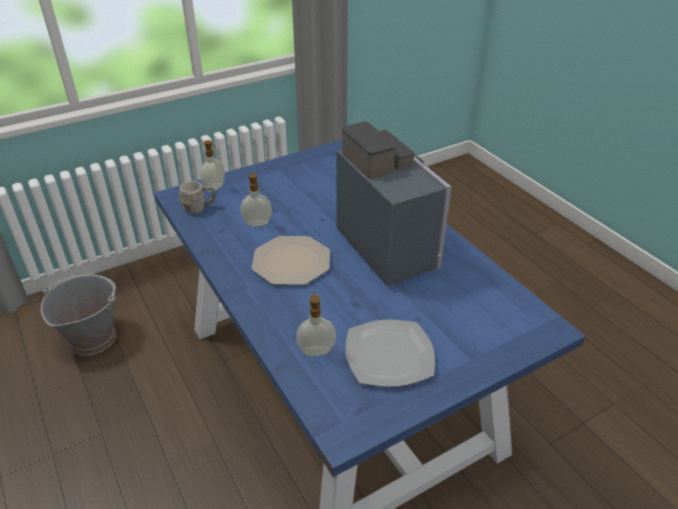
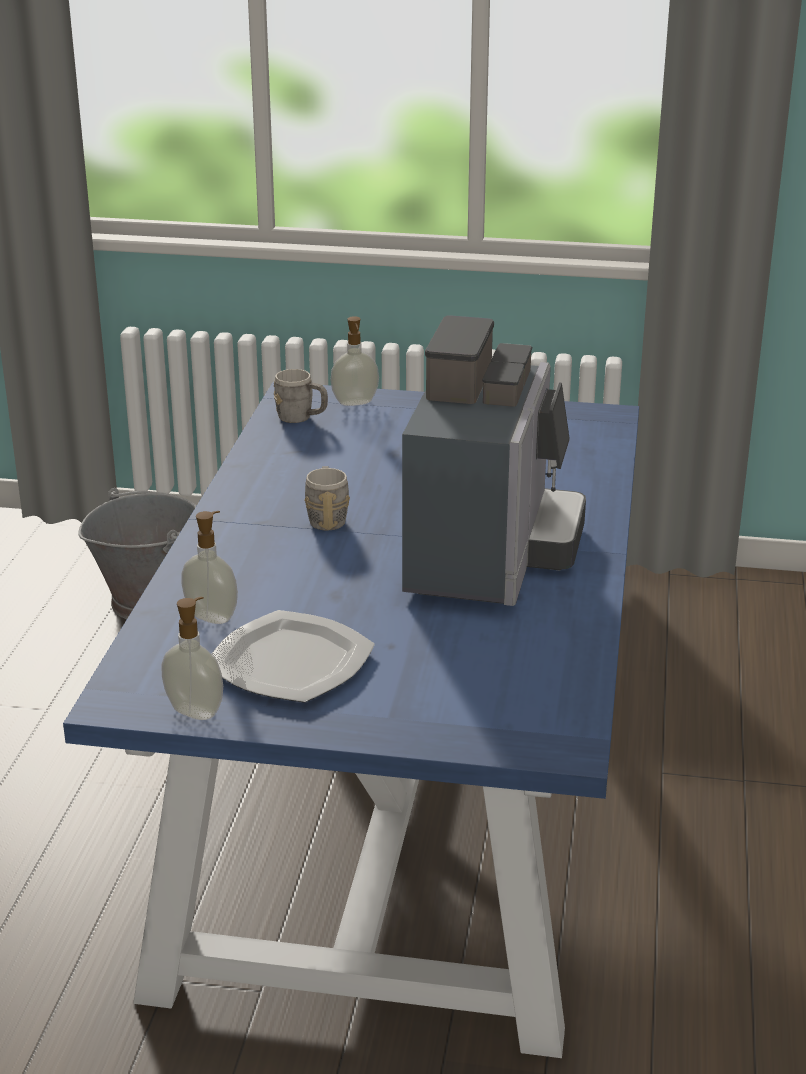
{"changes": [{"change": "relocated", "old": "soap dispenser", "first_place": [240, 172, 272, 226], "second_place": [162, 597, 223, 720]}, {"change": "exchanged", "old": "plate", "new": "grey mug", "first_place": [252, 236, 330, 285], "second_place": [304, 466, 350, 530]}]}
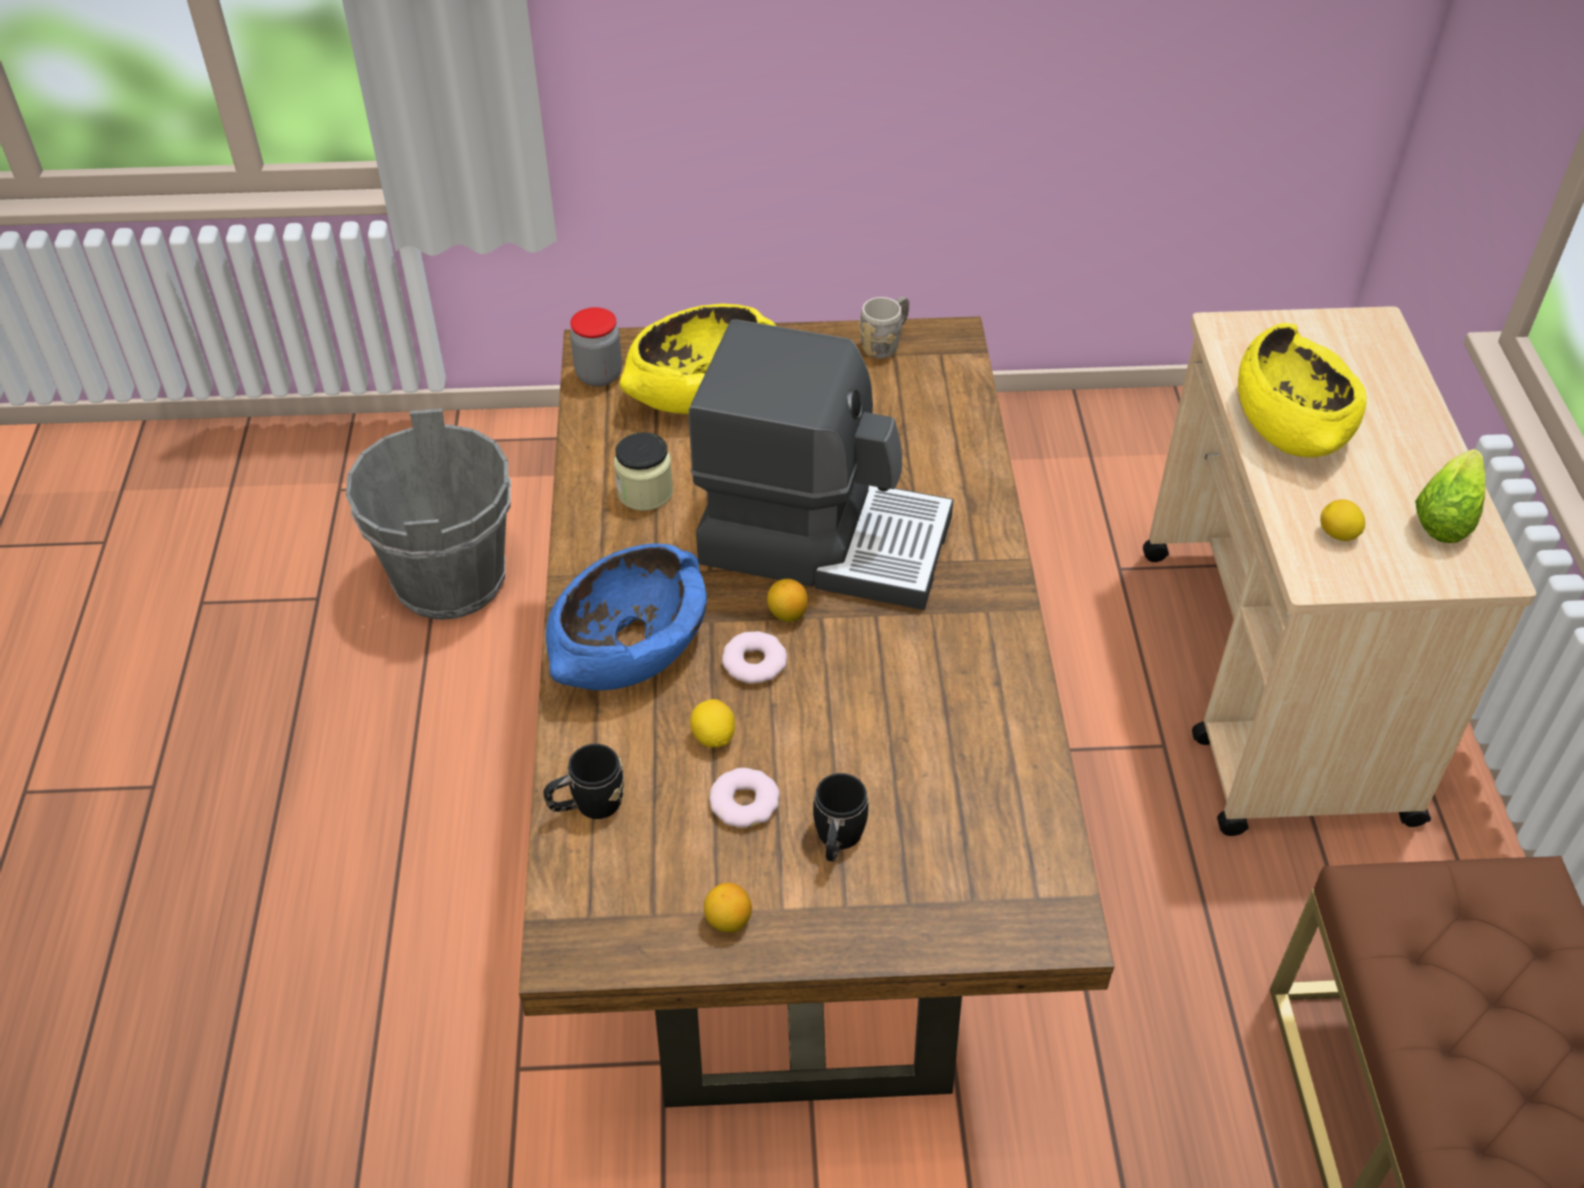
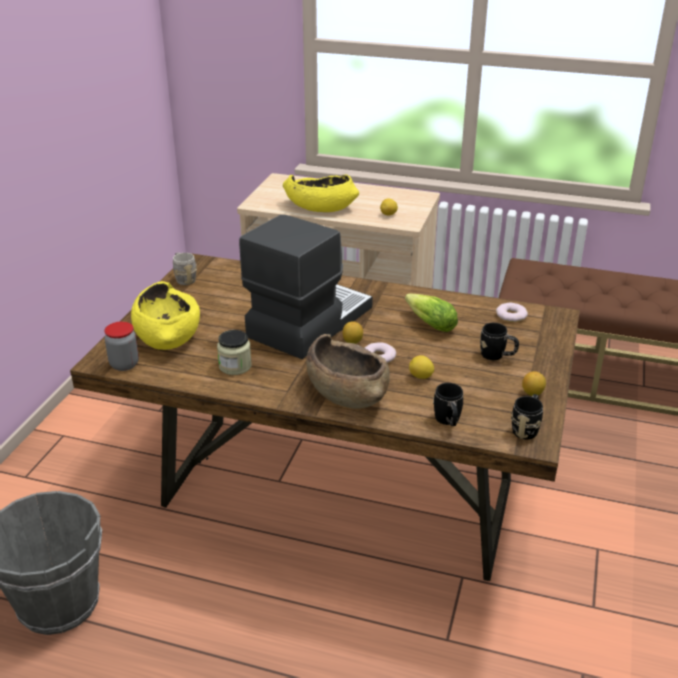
{"changes": [{"change": "appeared", "new": "black mug", "second_place": [511, 394, 543, 440]}, {"change": "relocated", "old": "donut", "first_place": [709, 768, 780, 827], "second_place": [496, 303, 528, 322]}, {"change": "relocated", "old": "lettuce", "first_place": [1415, 449, 1485, 543], "second_place": [405, 294, 458, 332]}, {"change": "colour", "old": "blue bowl", "new": "brown bowl", "first_place": [546, 543, 707, 690], "second_place": [306, 334, 390, 409]}]}
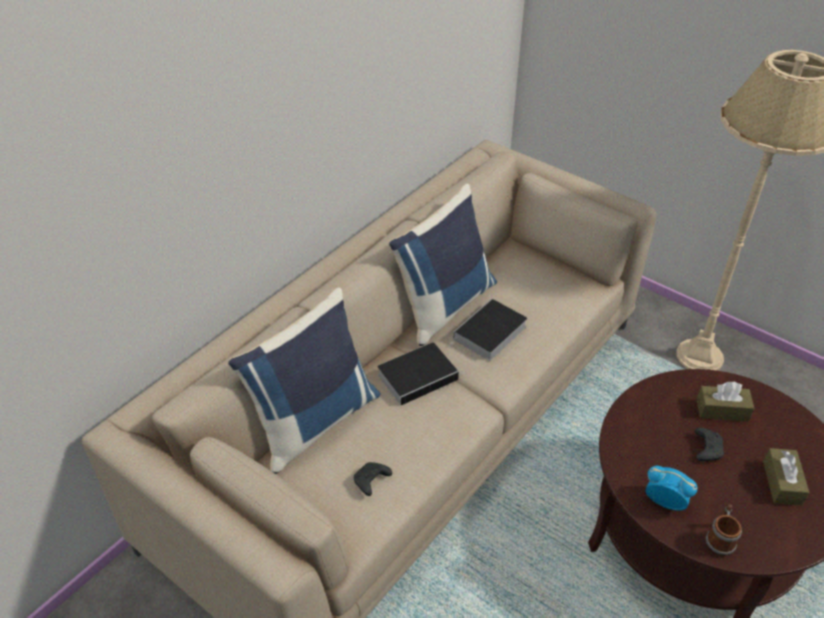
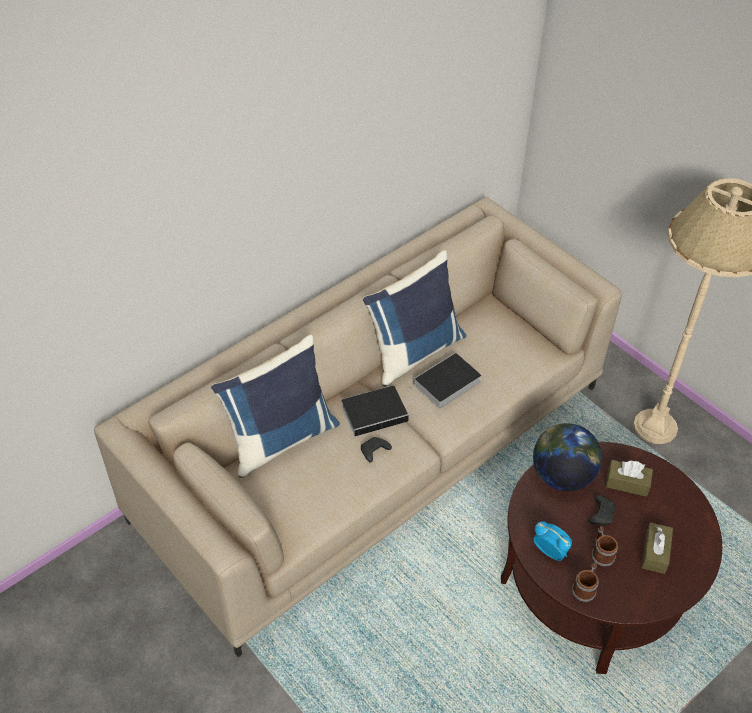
{"changes": [{"change": "appeared", "new": "globe", "second_place": [533, 423, 602, 492]}, {"change": "appeared", "new": "mug", "second_place": [592, 526, 618, 567]}, {"change": "relocated", "old": "black game controller", "first_place": [354, 462, 392, 496], "second_place": [361, 437, 392, 462]}]}
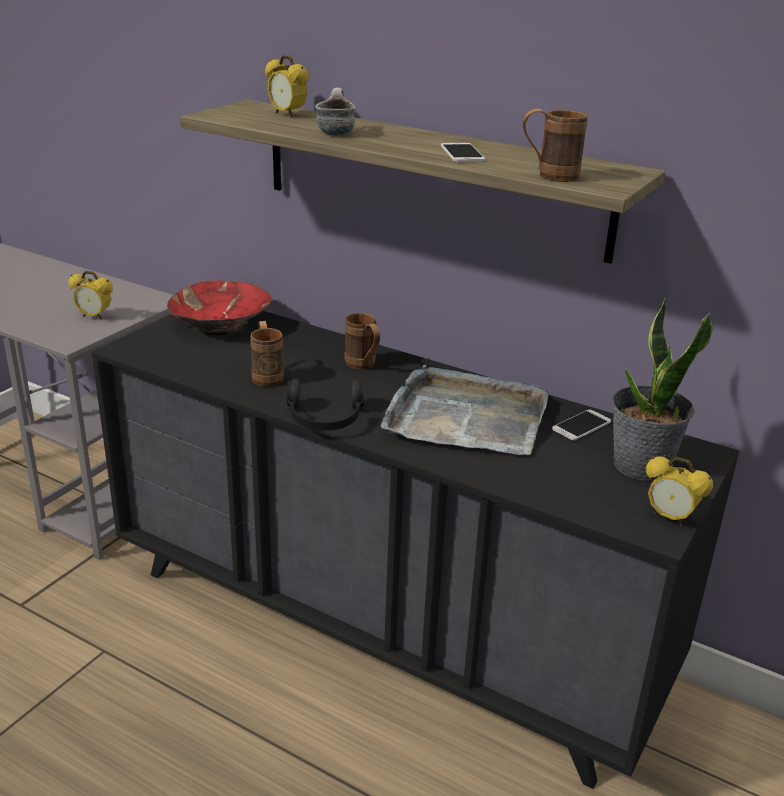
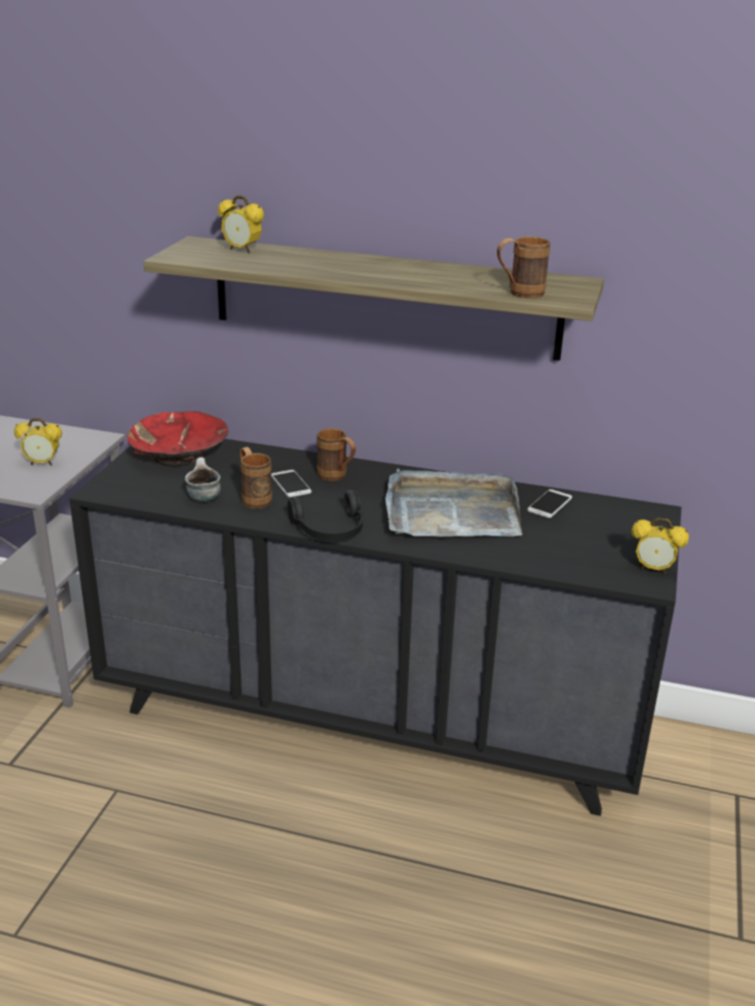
{"changes": [{"change": "missing", "old": "potted plant", "first_place": [612, 297, 713, 481]}, {"change": "relocated", "old": "mug", "first_place": [315, 88, 355, 136], "second_place": [185, 457, 220, 502]}, {"change": "relocated", "old": "phone", "first_place": [441, 143, 485, 162], "second_place": [271, 470, 312, 497]}]}
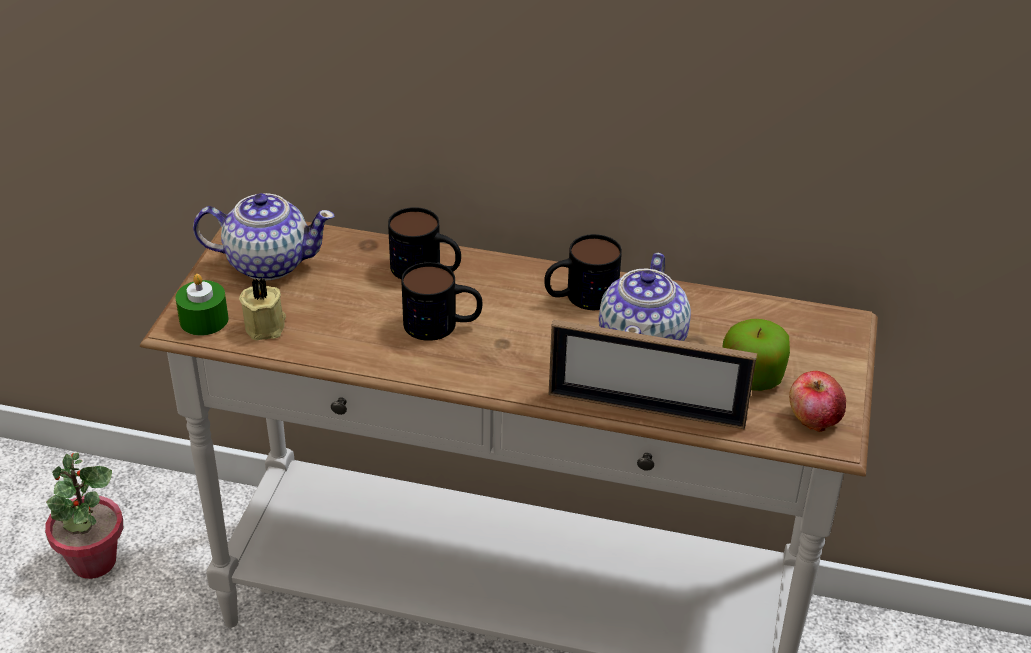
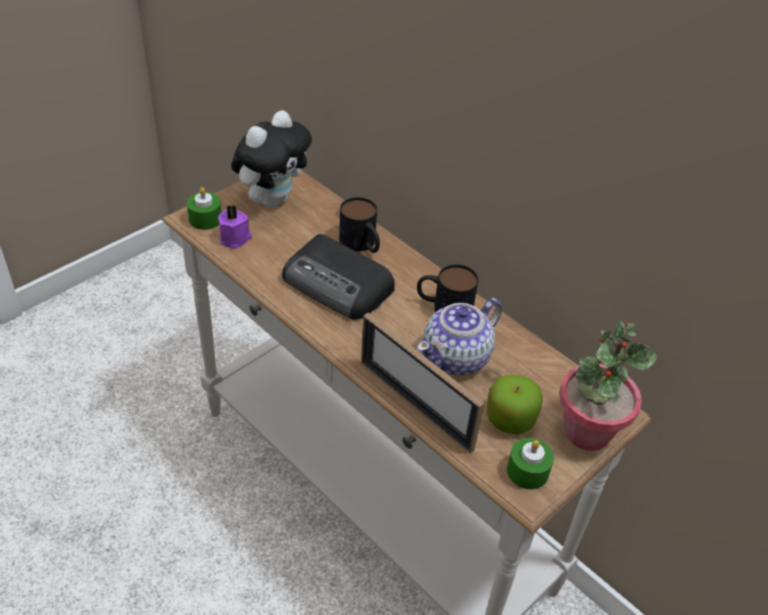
{"changes": [{"change": "relocated", "old": "potted plant", "first_place": [45, 452, 123, 579], "second_place": [559, 320, 657, 451]}, {"change": "exchanged", "old": "teapot", "new": "plush toy", "first_place": [193, 193, 334, 280], "second_place": [231, 110, 312, 208]}, {"change": "exchanged", "old": "mug", "new": "radio", "first_place": [401, 262, 483, 341], "second_place": [282, 234, 395, 320]}, {"change": "exchanged", "old": "apple", "new": "green candle", "first_place": [789, 371, 846, 432], "second_place": [507, 438, 554, 490]}, {"change": "colour", "old": "beige candle", "new": "purple candle", "first_place": [239, 278, 286, 340], "second_place": [218, 205, 252, 249]}]}
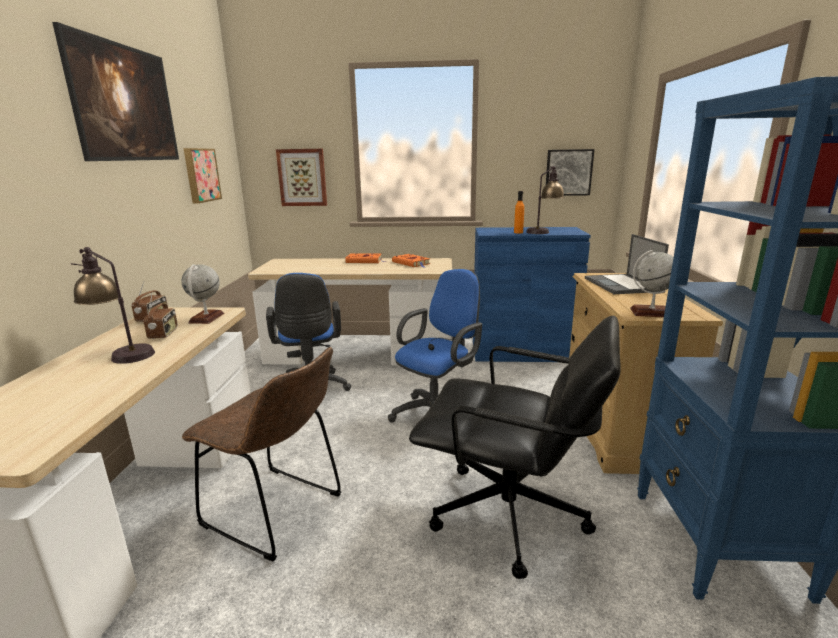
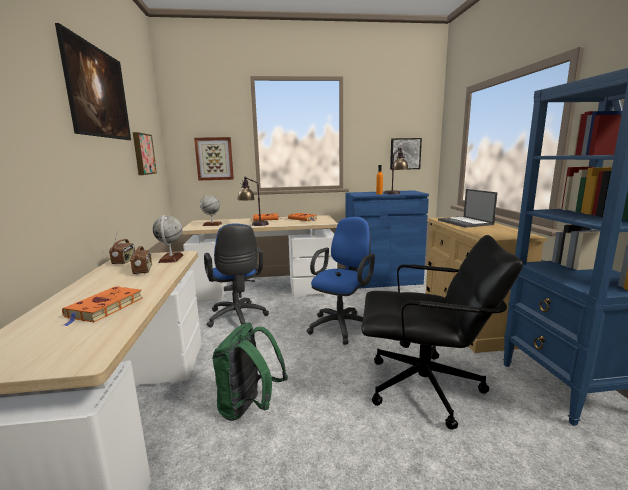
{"changes": [{"change": "appeared", "new": "orange book", "second_place": [62, 286, 143, 326]}, {"change": "relocated", "old": "table lamp", "first_place": [71, 247, 155, 364], "second_place": [237, 177, 269, 226]}, {"change": "relocated", "old": "globe", "first_place": [630, 250, 674, 317], "second_place": [200, 195, 222, 226]}, {"change": "exchanged", "old": "brown chair", "new": "green backpack", "first_place": [182, 347, 342, 562], "second_place": [212, 322, 288, 421]}]}
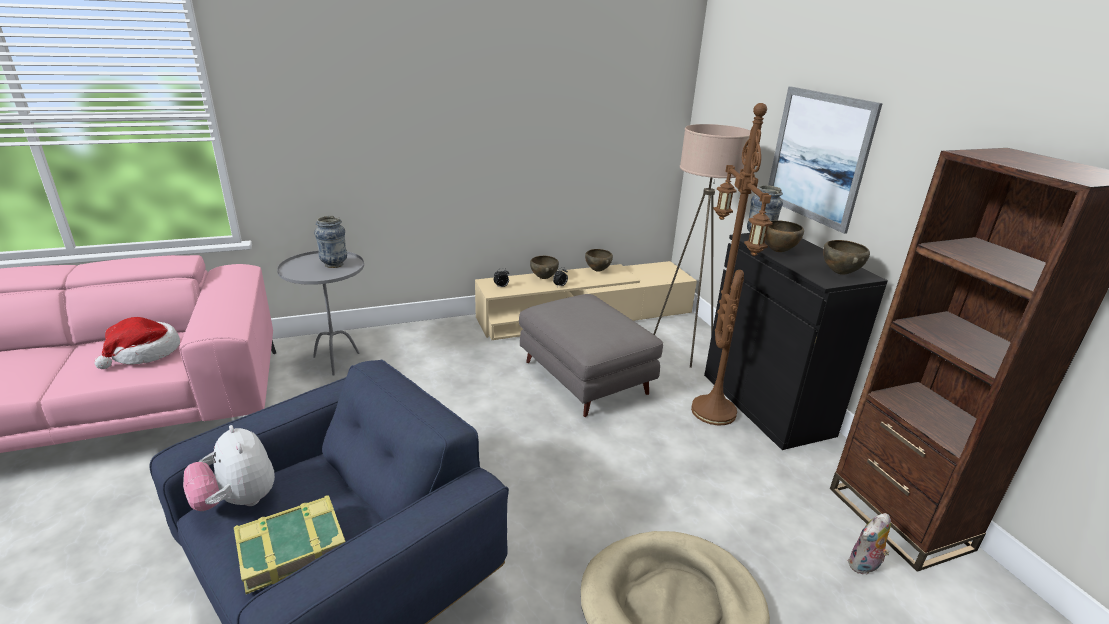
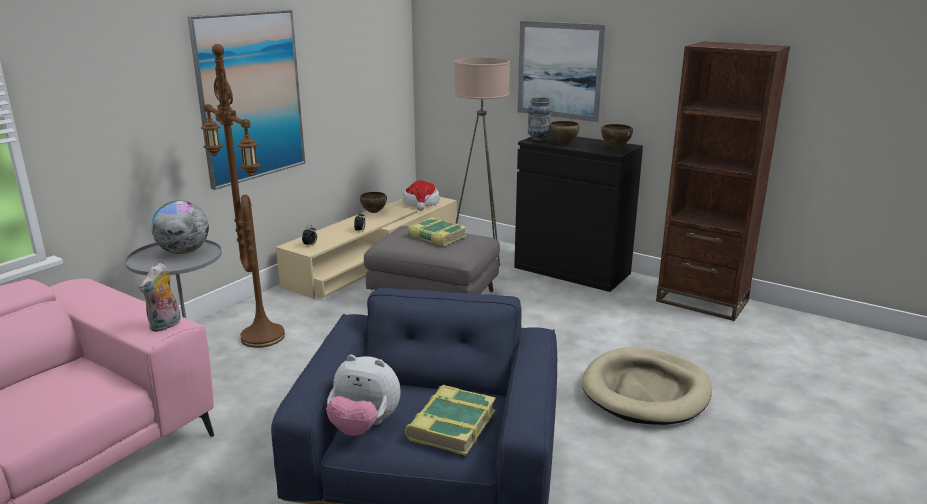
{"changes": [{"change": "missing", "old": "brown bowl", "first_place": [530, 256, 559, 279]}, {"change": "appeared", "new": "picture", "second_place": [187, 10, 305, 190]}, {"change": "appeared", "new": "book", "second_place": [407, 217, 467, 246]}, {"change": "relocated", "old": "hat", "first_place": [94, 317, 180, 369], "second_place": [403, 180, 439, 211]}, {"change": "relocated", "old": "brown floor lamp", "first_place": [691, 103, 773, 425], "second_place": [201, 44, 285, 348]}, {"change": "relocated", "old": "plush toy", "first_place": [847, 513, 891, 575], "second_place": [139, 263, 181, 332]}, {"change": "exchanged", "old": "vase", "new": "globe", "first_place": [314, 216, 347, 268], "second_place": [151, 200, 209, 254]}]}
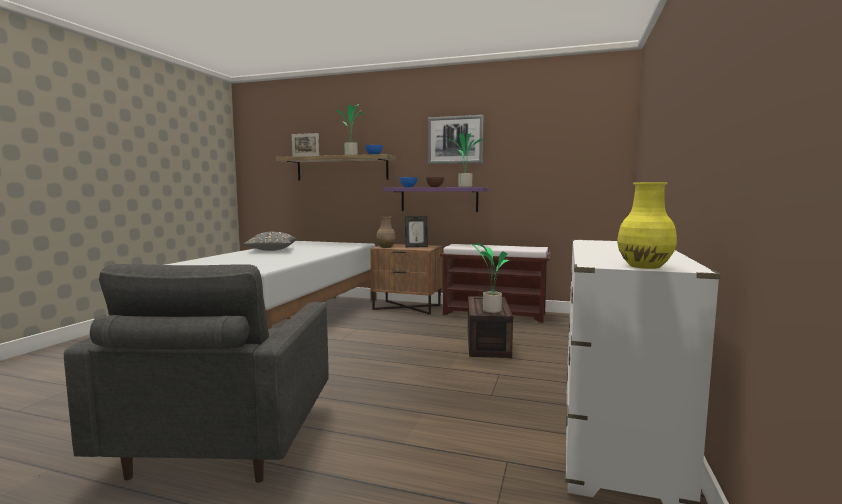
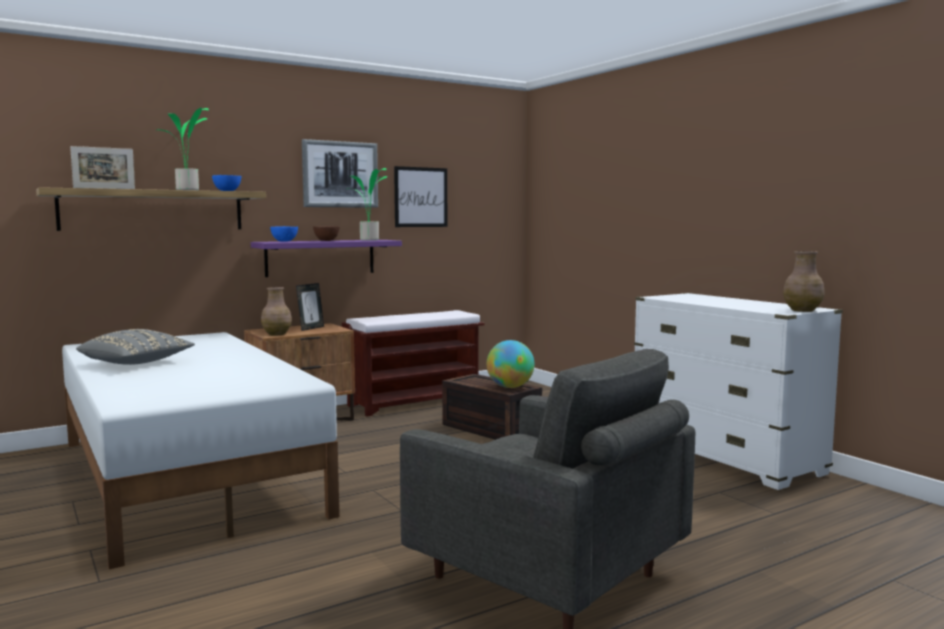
{"changes": [{"change": "appeared", "new": "picture", "second_place": [394, 166, 447, 227]}, {"change": "exchanged", "old": "potted plant", "new": "globe", "first_place": [472, 243, 509, 313], "second_place": [487, 340, 535, 388]}, {"change": "colour", "old": "yellow vase", "new": "brown vase", "first_place": [617, 182, 677, 269], "second_place": [783, 251, 825, 312]}]}
